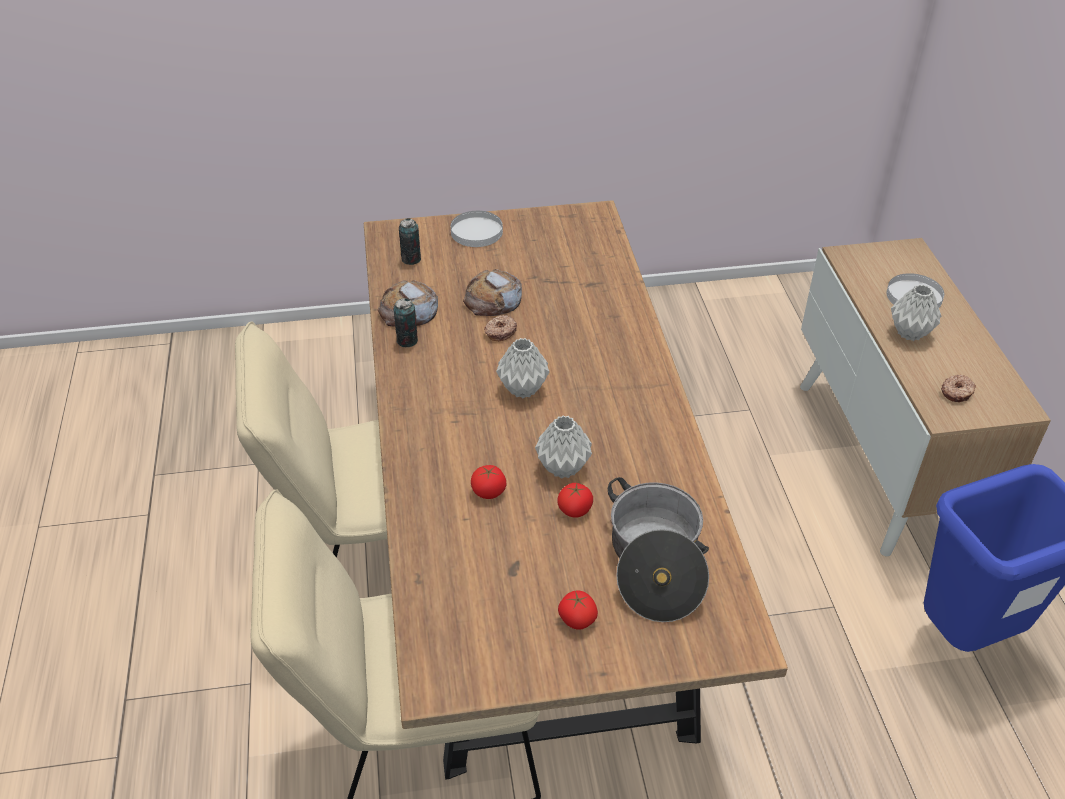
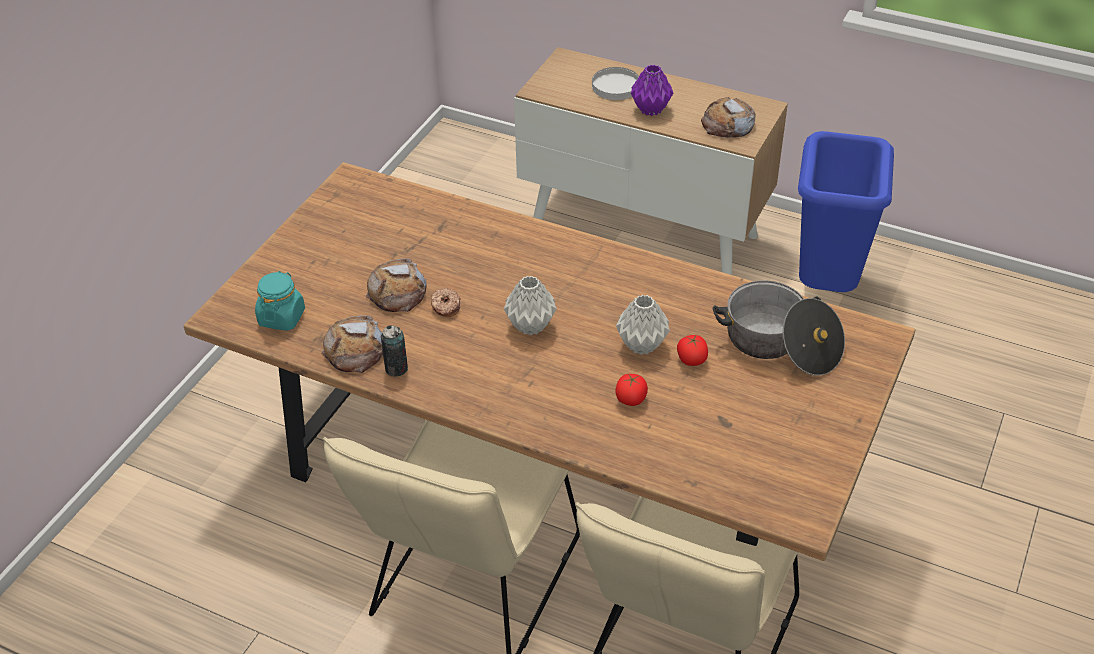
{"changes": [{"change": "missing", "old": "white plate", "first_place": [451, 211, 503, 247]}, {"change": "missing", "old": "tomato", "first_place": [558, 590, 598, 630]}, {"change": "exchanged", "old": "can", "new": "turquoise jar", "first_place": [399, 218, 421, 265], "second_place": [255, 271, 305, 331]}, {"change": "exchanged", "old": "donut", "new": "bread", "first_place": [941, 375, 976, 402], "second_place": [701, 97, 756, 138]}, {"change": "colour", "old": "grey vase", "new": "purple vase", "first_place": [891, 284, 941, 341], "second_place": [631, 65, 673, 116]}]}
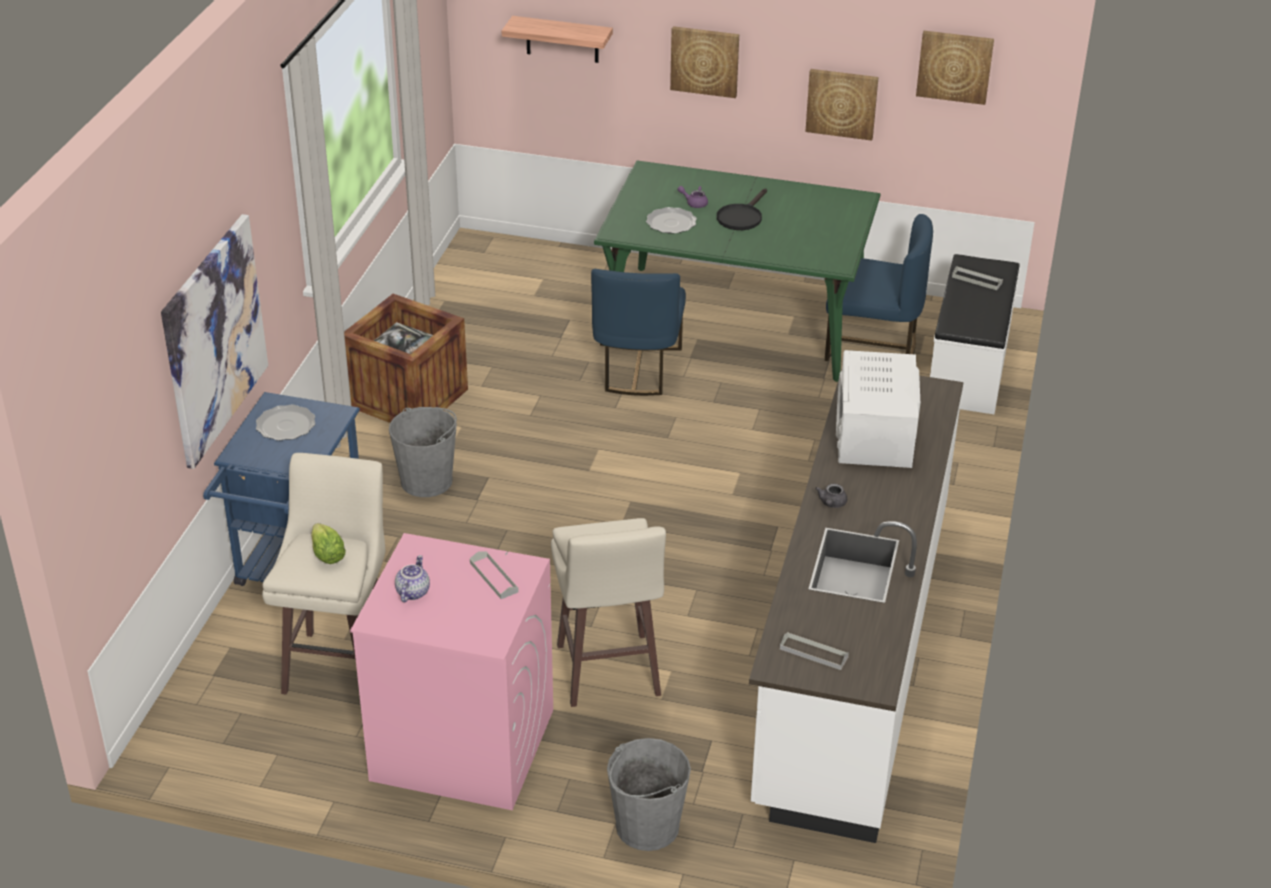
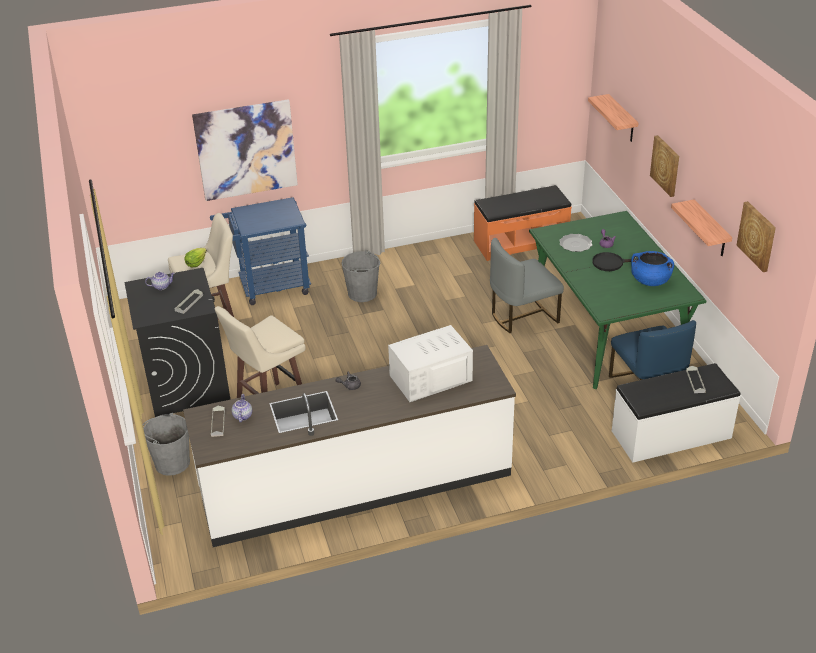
{"changes": [{"change": "missing", "old": "plate", "first_place": [256, 405, 315, 441]}, {"change": "missing", "old": "crate", "first_place": [344, 294, 468, 423]}, {"change": "appeared", "new": "teapot", "second_place": [232, 394, 252, 422]}, {"change": "appeared", "new": "orange bench", "second_place": [474, 185, 572, 261]}, {"change": "appeared", "new": "blue cooking pot", "second_place": [631, 251, 674, 286]}, {"change": "exchanged", "old": "picture", "new": "shelf", "first_place": [805, 69, 879, 141], "second_place": [671, 199, 732, 256]}, {"change": "colour", "old": "pink washing machine", "new": "black washing machine", "first_place": [350, 533, 553, 810], "second_place": [124, 268, 230, 417]}, {"change": "colour", "old": "blue chair", "new": "grey chair", "first_place": [591, 269, 686, 396], "second_place": [490, 238, 564, 333]}]}
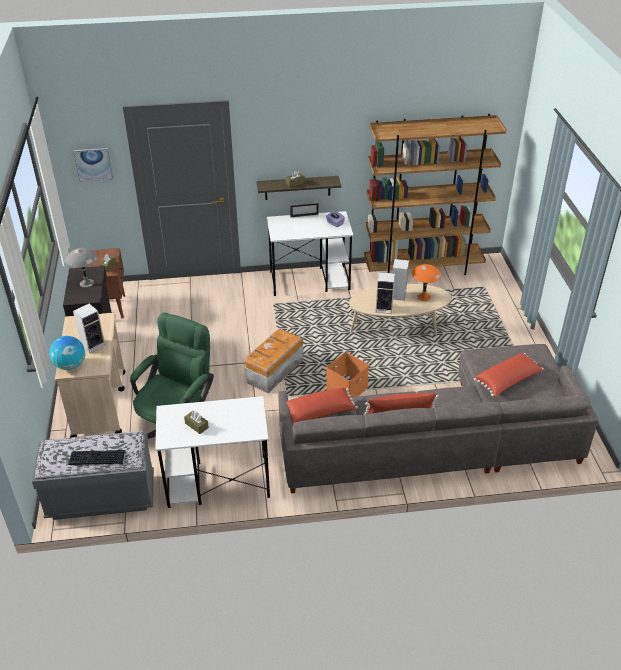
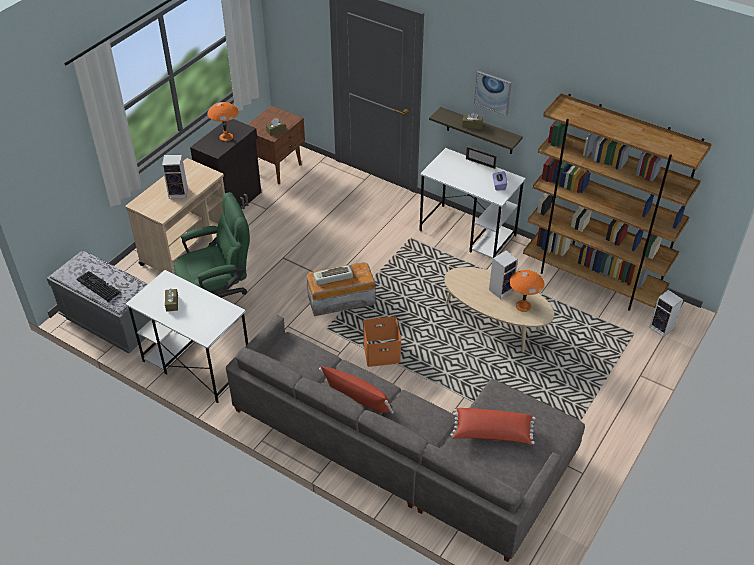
{"changes": [{"change": "missing", "old": "globe", "first_place": [49, 336, 85, 370]}, {"change": "missing", "old": "red pillow", "first_place": [286, 388, 358, 426]}, {"change": "appeared", "new": "keyboard", "second_place": [313, 265, 353, 285]}, {"change": "relocated", "old": "picture", "first_place": [73, 148, 113, 182], "second_place": [474, 71, 512, 115]}, {"change": "relocated", "old": "speaker", "first_place": [376, 272, 395, 314], "second_place": [649, 290, 683, 337]}, {"change": "colour", "old": "grey table lamp", "new": "orange table lamp", "first_place": [65, 248, 98, 288], "second_place": [207, 102, 239, 141]}]}
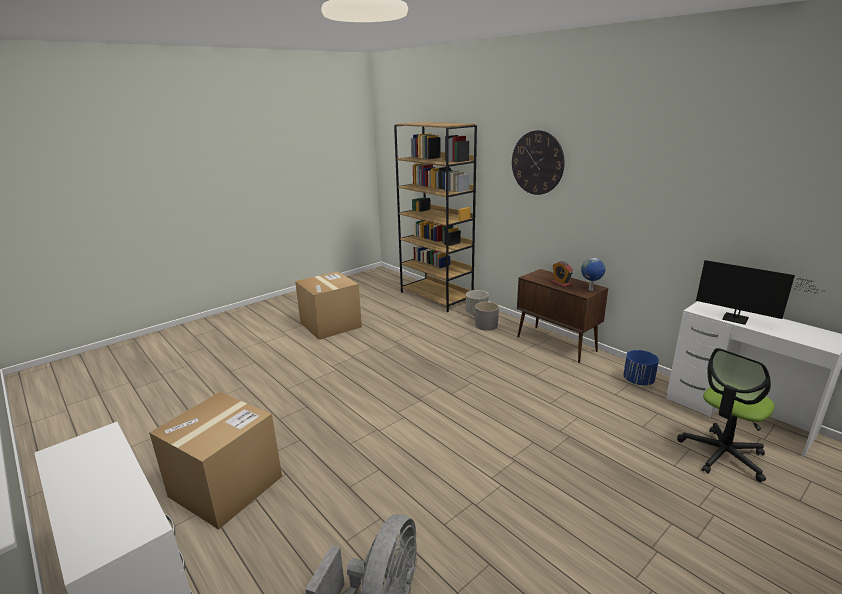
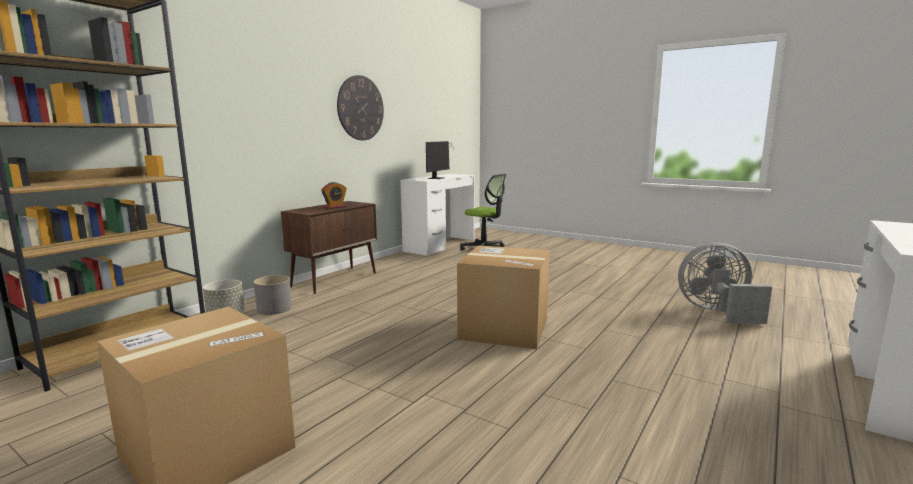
{"changes": [{"change": "missing", "old": "globe", "first_place": [581, 258, 605, 291]}, {"change": "missing", "old": "blue planter", "first_place": [623, 350, 659, 385]}, {"change": "relocated", "old": "cardboard box", "first_place": [149, 392, 282, 530], "second_place": [457, 245, 550, 349]}, {"change": "relocated", "old": "wall clock", "first_place": [512, 130, 565, 195], "second_place": [337, 75, 384, 140]}]}
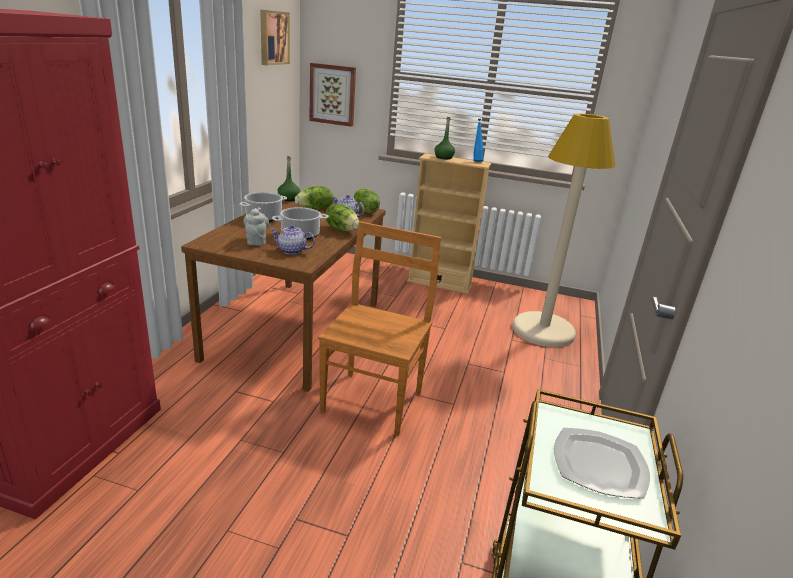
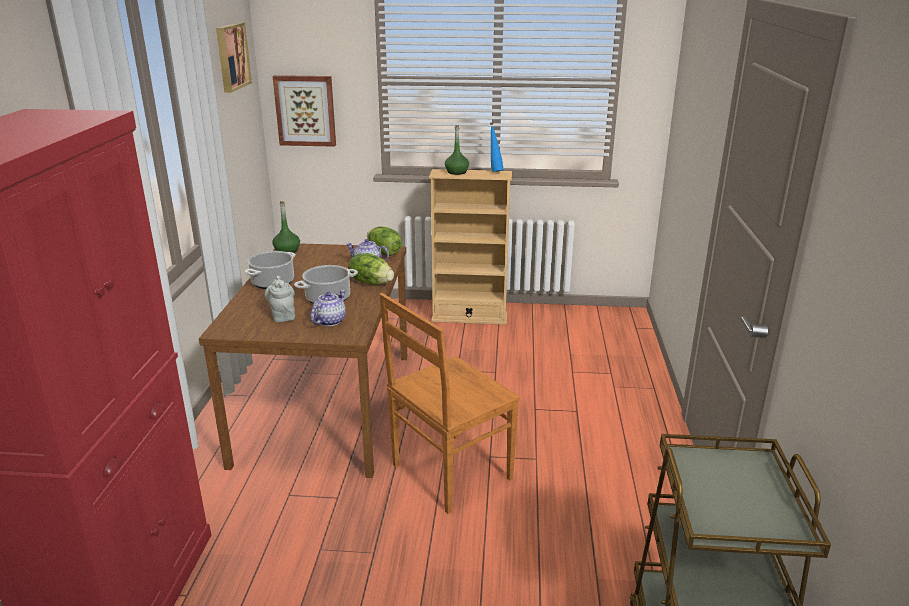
{"changes": [{"change": "missing", "old": "lettuce", "first_place": [295, 186, 333, 209]}, {"change": "missing", "old": "beige floor lamp", "first_place": [513, 113, 615, 347]}, {"change": "missing", "old": "plate", "first_place": [554, 428, 650, 499]}, {"change": "spun", "old": "teapot", "first_place": [270, 225, 315, 255], "second_place": [311, 290, 346, 326], "degrees": 120}, {"change": "spun", "old": "brown chair", "first_place": [318, 221, 441, 436], "second_place": [380, 293, 520, 514], "degrees": -135}]}
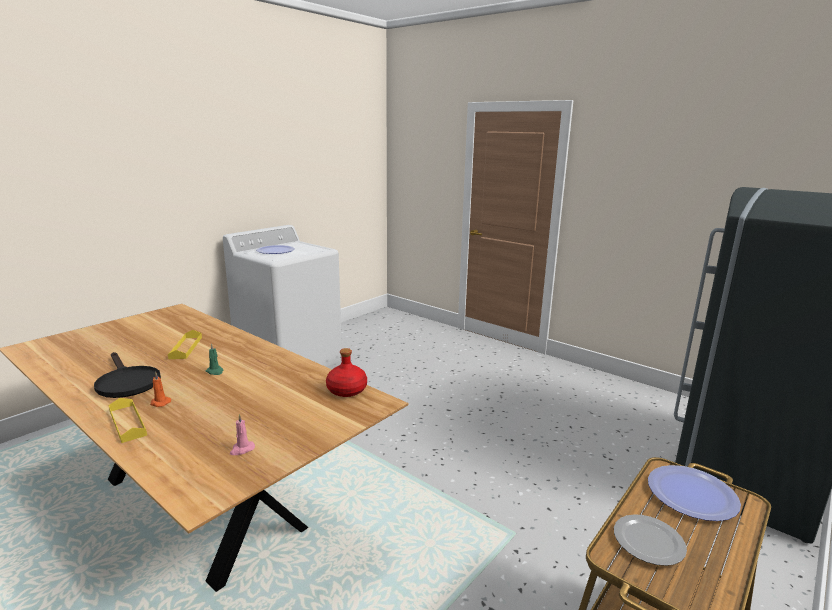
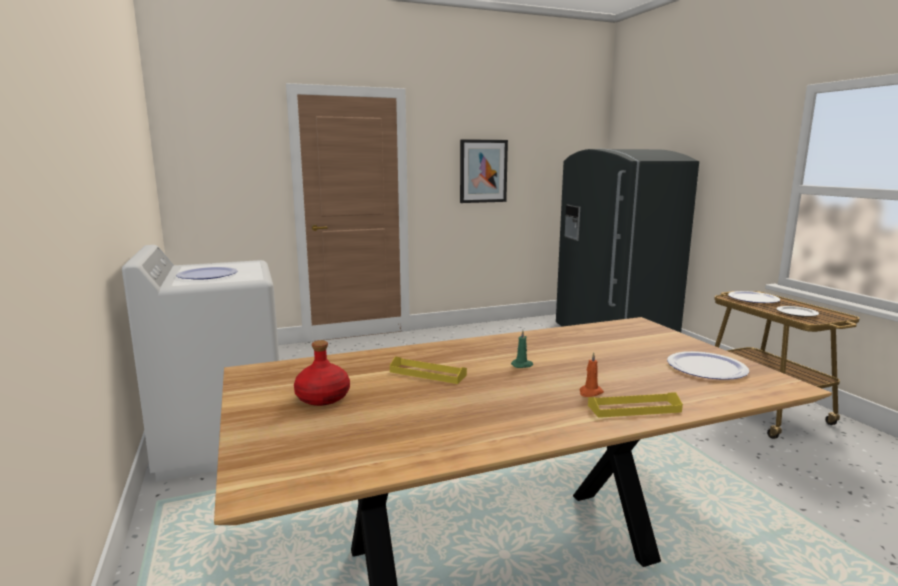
{"changes": [{"change": "missing", "old": "black frying pan", "first_place": [94, 352, 161, 398]}, {"change": "appeared", "new": "picture", "second_place": [460, 139, 508, 203]}, {"change": "relocated", "old": "red bottle", "first_place": [326, 348, 367, 397], "second_place": [294, 340, 350, 406]}, {"change": "exchanged", "old": "pink candle", "new": "plate", "first_place": [230, 414, 255, 455], "second_place": [667, 351, 749, 380]}]}
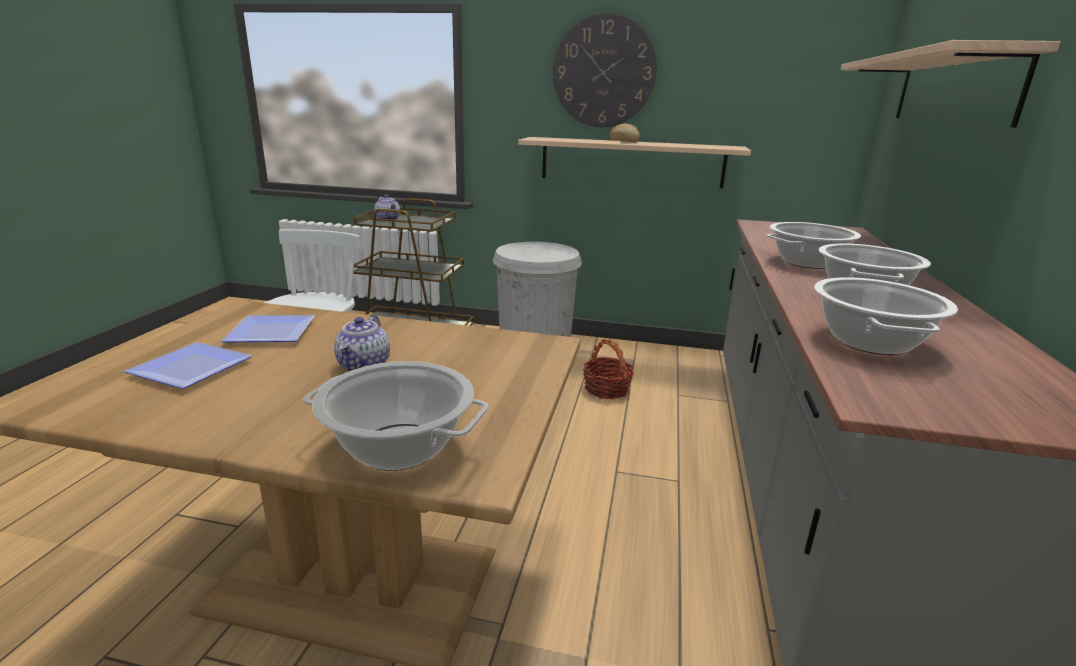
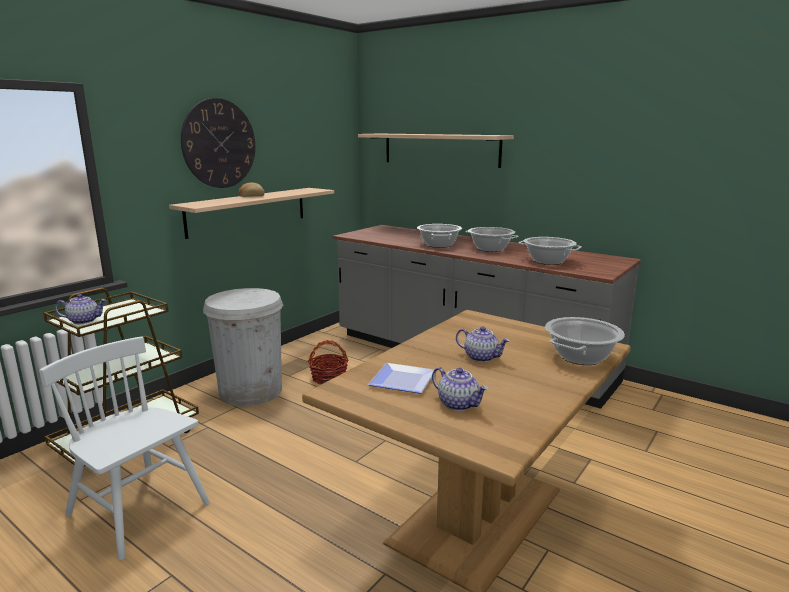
{"changes": [{"change": "exchanged", "old": "plate", "new": "teapot", "first_place": [124, 342, 252, 389], "second_place": [432, 367, 488, 411]}]}
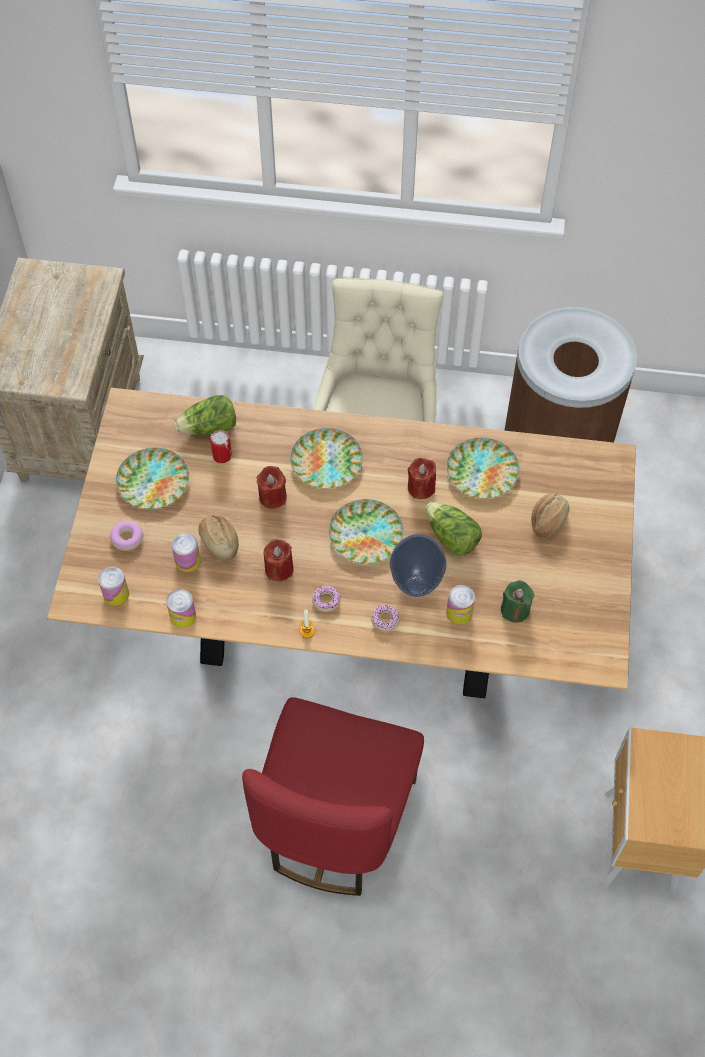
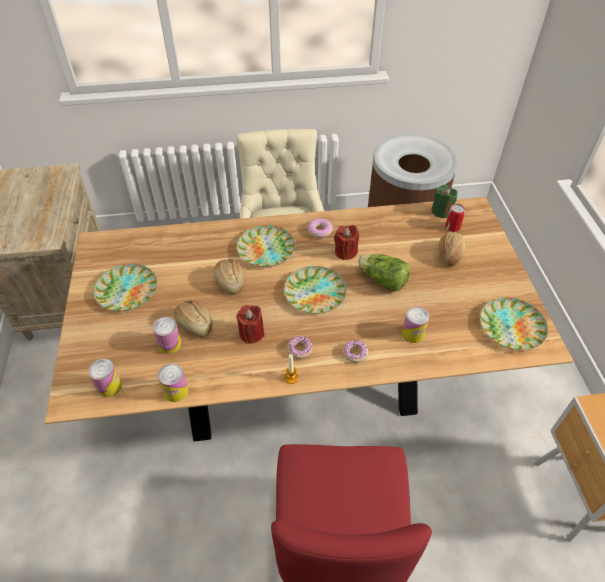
{"changes": [{"change": "missing", "old": "lettuce", "first_place": [174, 395, 236, 435]}, {"change": "missing", "old": "vase", "first_place": [390, 534, 447, 597]}, {"change": "relocated", "old": "donut", "first_place": [110, 521, 143, 551], "second_place": [308, 218, 333, 238]}, {"change": "relocated", "old": "can", "first_place": [210, 430, 232, 463], "second_place": [445, 204, 465, 232]}, {"change": "relocated", "old": "plate", "first_place": [447, 437, 520, 499], "second_place": [480, 297, 548, 350]}, {"change": "relocated", "old": "green candle", "first_place": [501, 580, 534, 623], "second_place": [431, 185, 458, 218]}, {"change": "exchanged", "old": "red candle", "new": "bread", "first_place": [257, 466, 287, 509], "second_place": [214, 259, 245, 295]}]}
